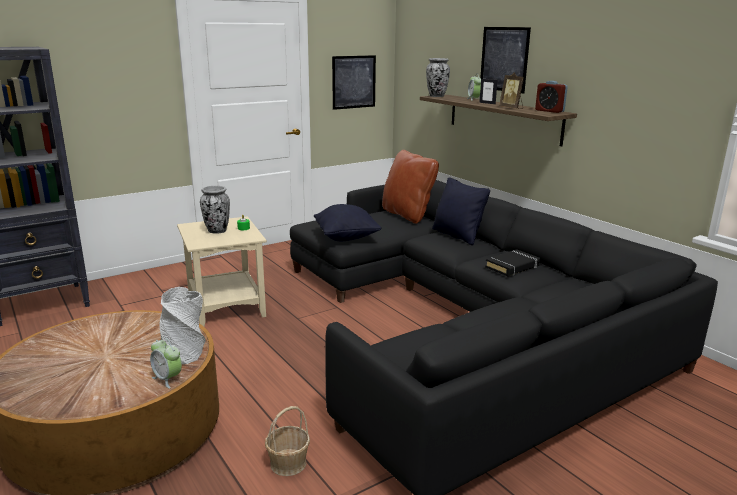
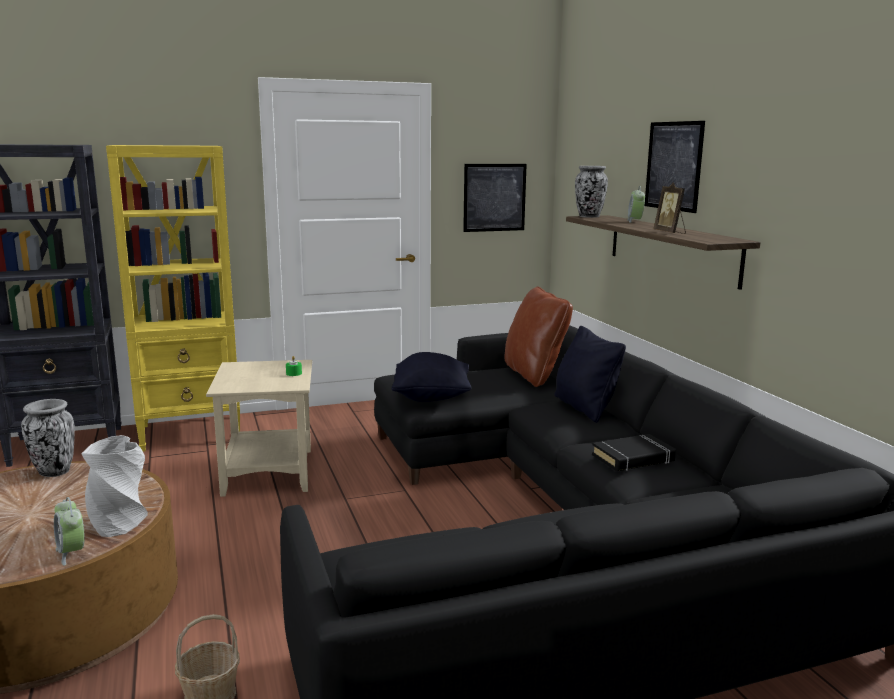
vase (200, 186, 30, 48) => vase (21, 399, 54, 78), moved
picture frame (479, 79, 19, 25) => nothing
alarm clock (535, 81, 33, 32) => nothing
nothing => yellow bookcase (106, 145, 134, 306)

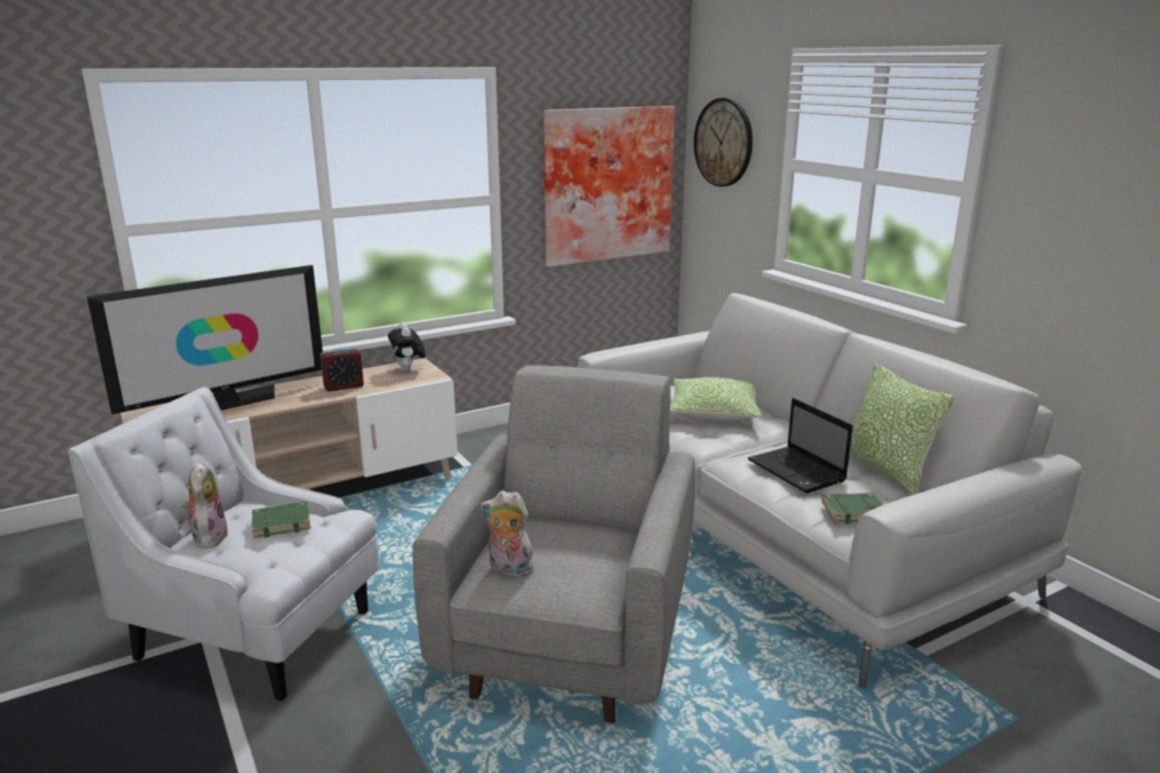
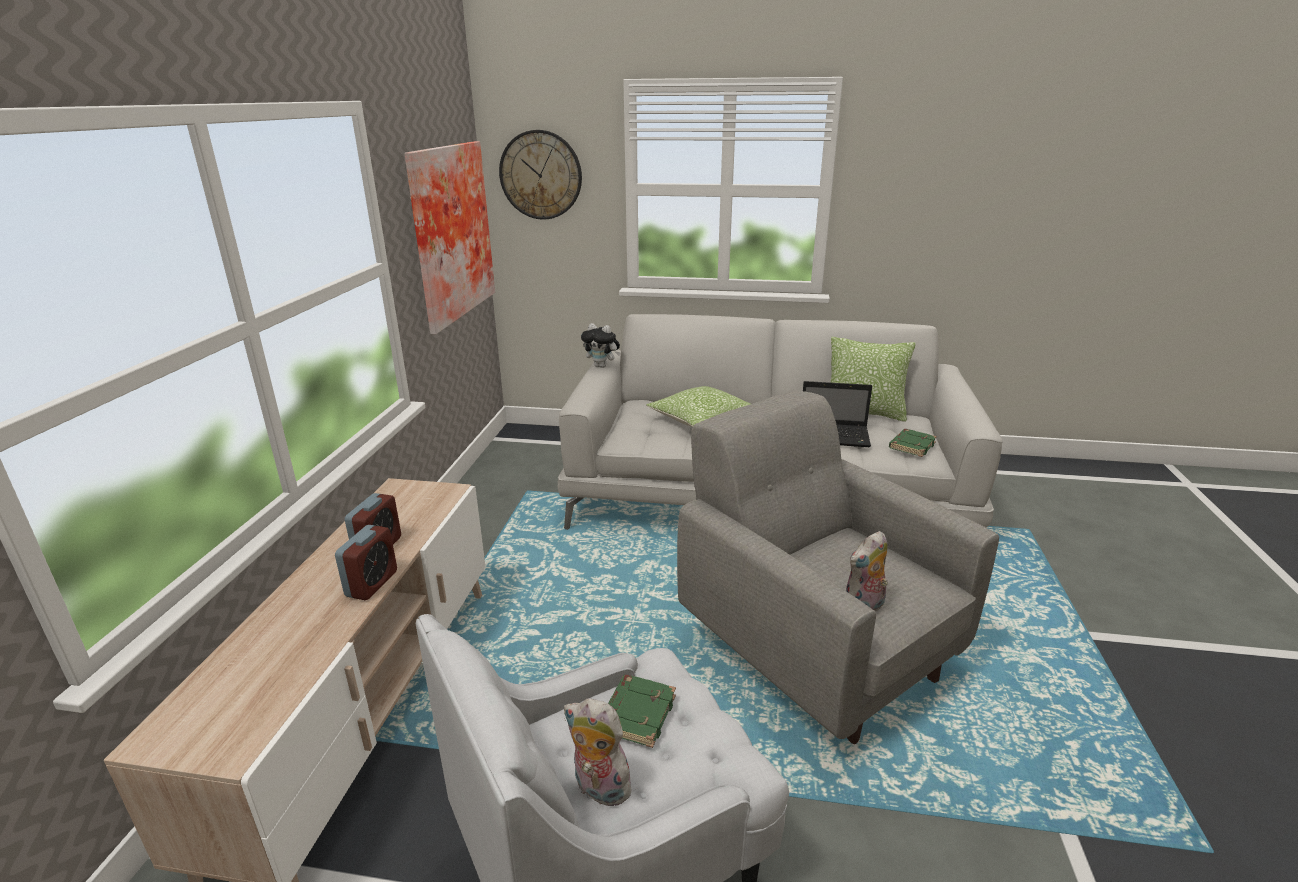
television (87, 265, 236, 149) => nothing
plush toy (388, 322, 38, 50) => plush toy (581, 323, 39, 45), moved
nothing => alarm clock (335, 525, 62, 75)

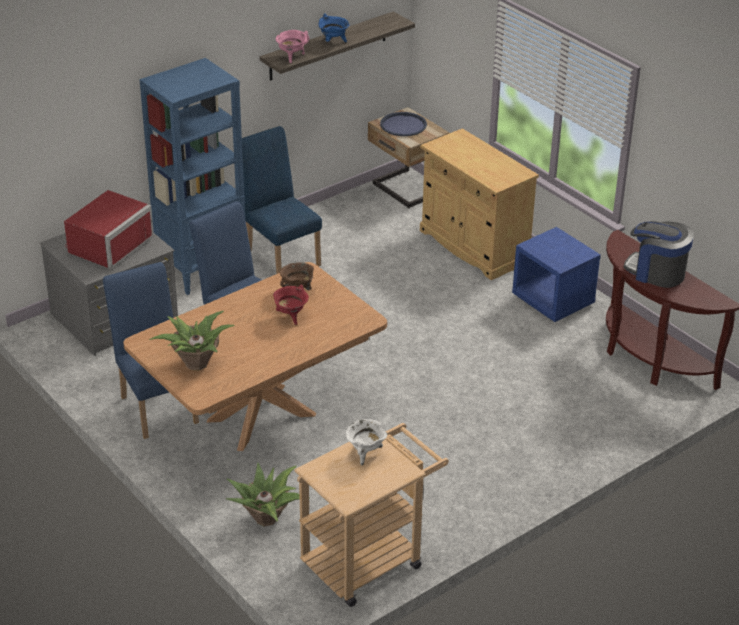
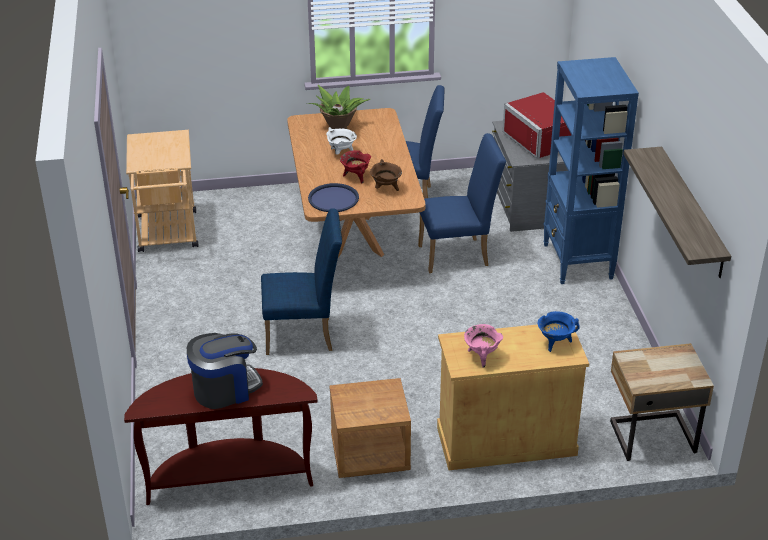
potted plant (226, 463, 84, 63) => nothing
blue chair (242, 126, 80, 148) => blue chair (261, 208, 81, 147), moved
pink cooking pot (276, 30, 33, 33) => pink cooking pot (464, 324, 39, 44), moved
blue cooking pot (319, 13, 31, 29) => blue cooking pot (538, 311, 42, 41), moved
white cooking pot (346, 419, 41, 46) => white cooking pot (326, 127, 31, 28), moved
blue tray (380, 112, 47, 24) => blue tray (308, 183, 51, 29), moved
blue nightstand (512, 227, 89, 95) => brown nightstand (329, 378, 82, 100)

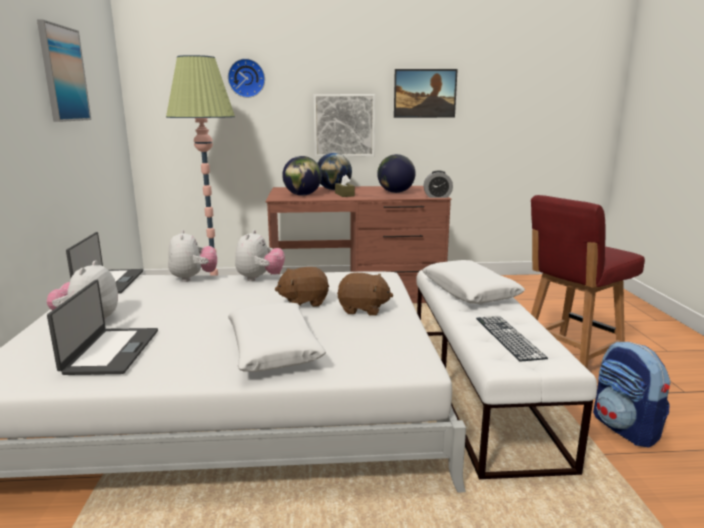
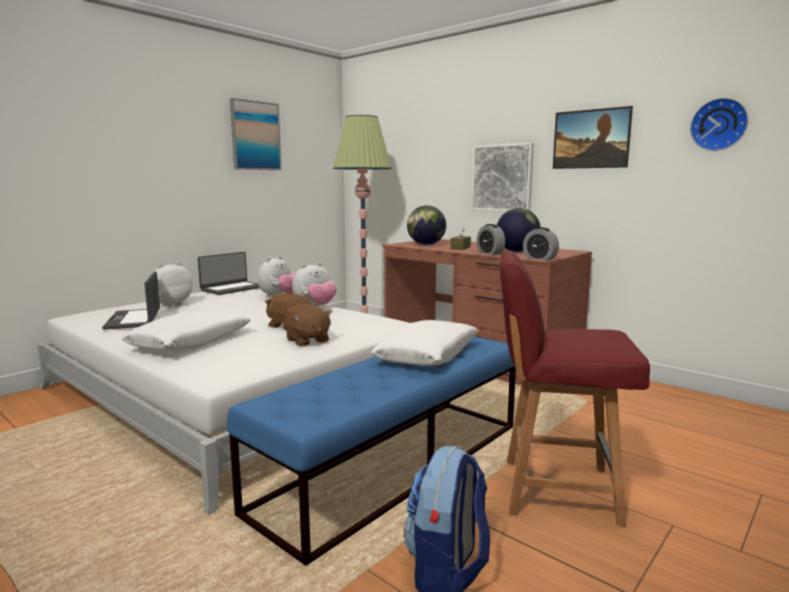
laptop (47, 280, 111, 95) => laptop (102, 272, 58, 58), 120 degrees clockwise
wall clock (228, 58, 37, 40) => wall clock (690, 98, 59, 53), moved
globe (317, 153, 35, 37) => nothing
white bench (416, 270, 181, 209) => blue bench (227, 336, 289, 230)
keyboard (476, 316, 72, 46) => nothing
nothing => alarm clock (477, 224, 28, 31)

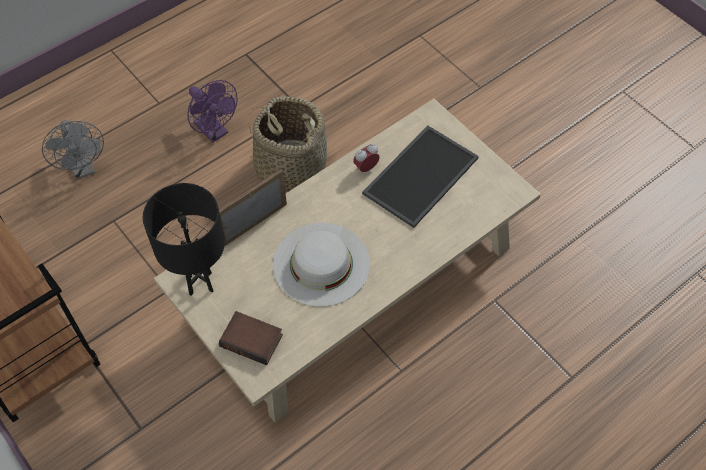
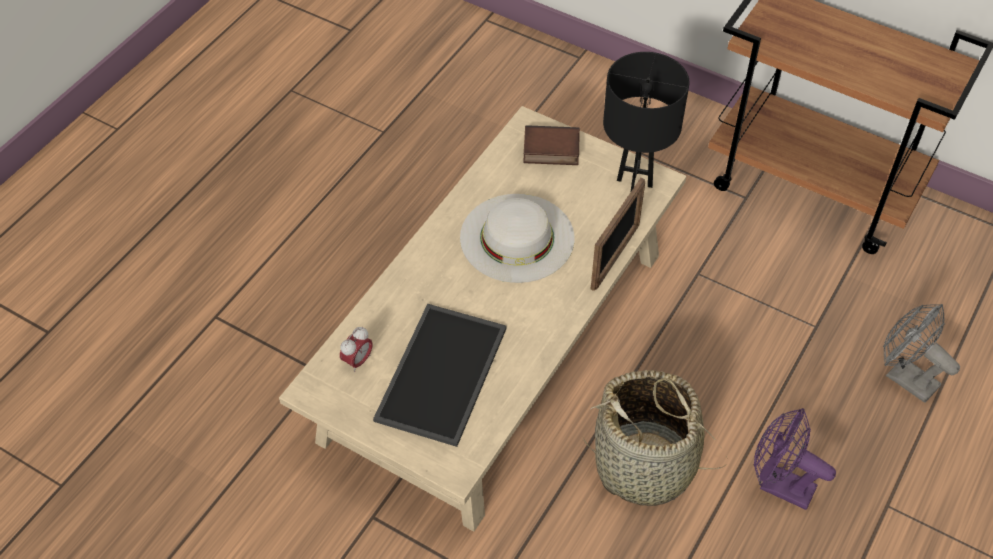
alarm clock (353, 144, 27, 28) => alarm clock (340, 327, 33, 45), moved

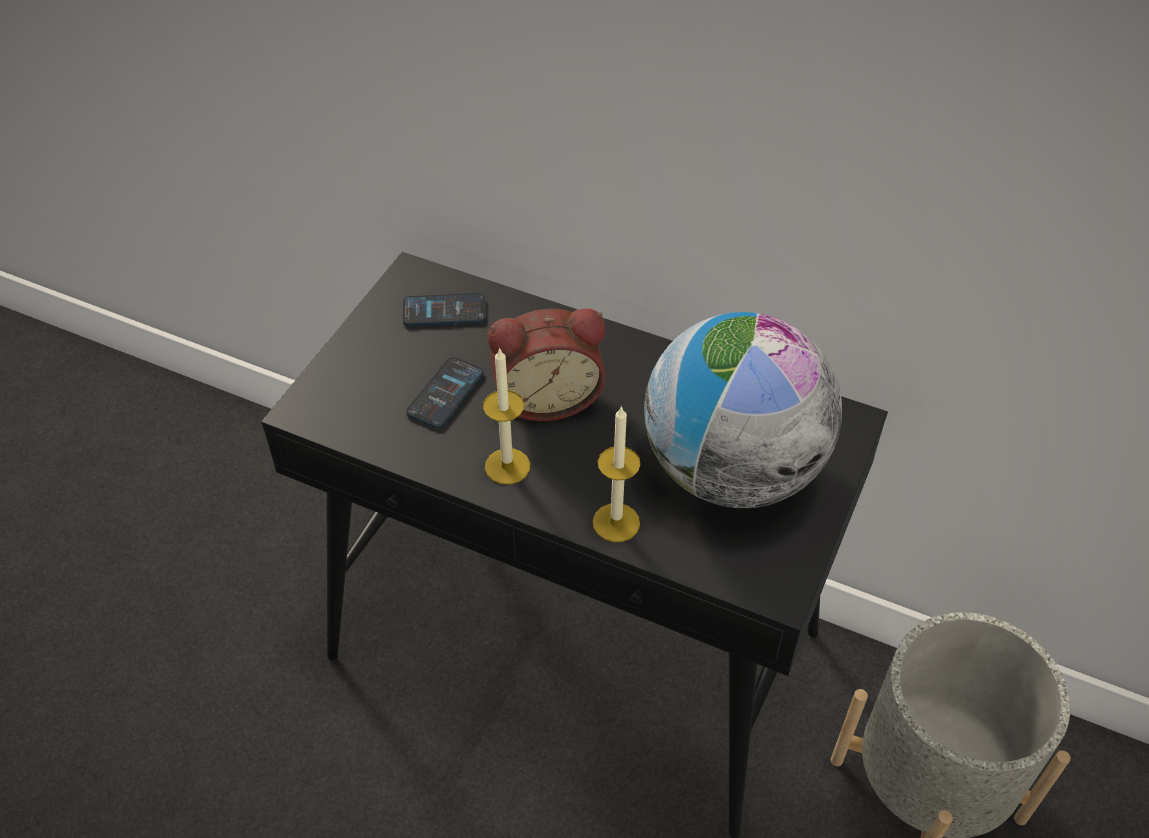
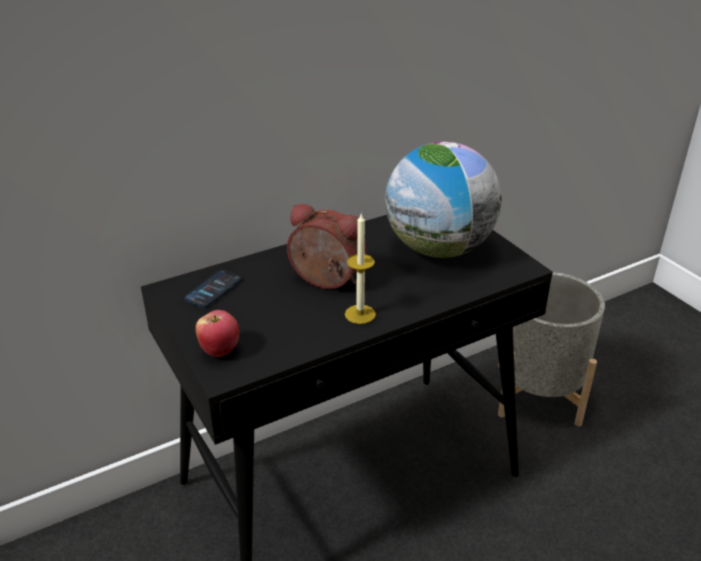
phone (406, 357, 78, 71) => nothing
alarm clock (488, 308, 118, 113) => alarm clock (287, 204, 79, 85), 90 degrees counterclockwise
candle (593, 406, 47, 136) => nothing
nothing => apple (195, 310, 44, 47)

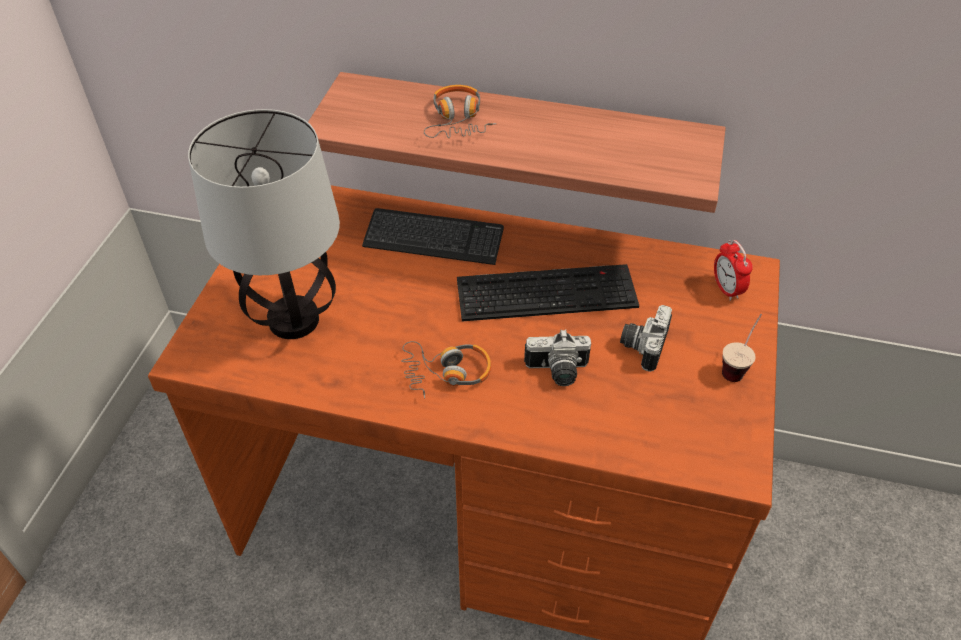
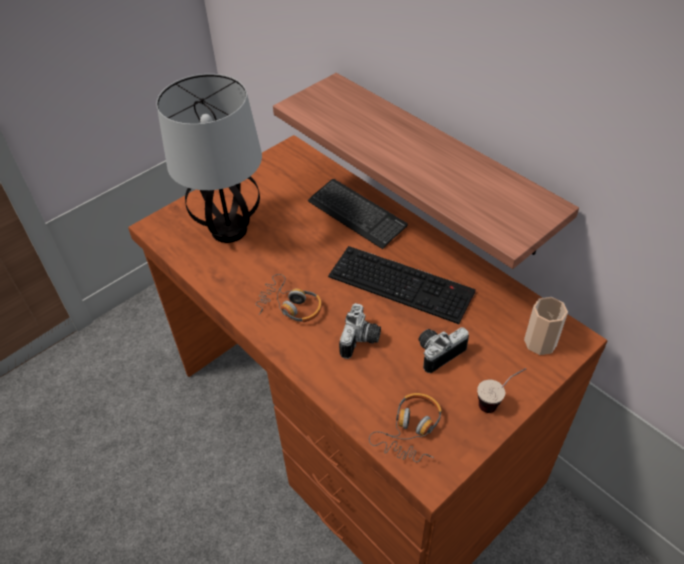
headphones (424, 85, 73, 53) => headphones (369, 393, 73, 69), moved
photo camera (524, 329, 67, 57) => photo camera (339, 303, 42, 56), 105 degrees counterclockwise
alarm clock (714, 240, 39, 61) => cup (524, 297, 44, 58)

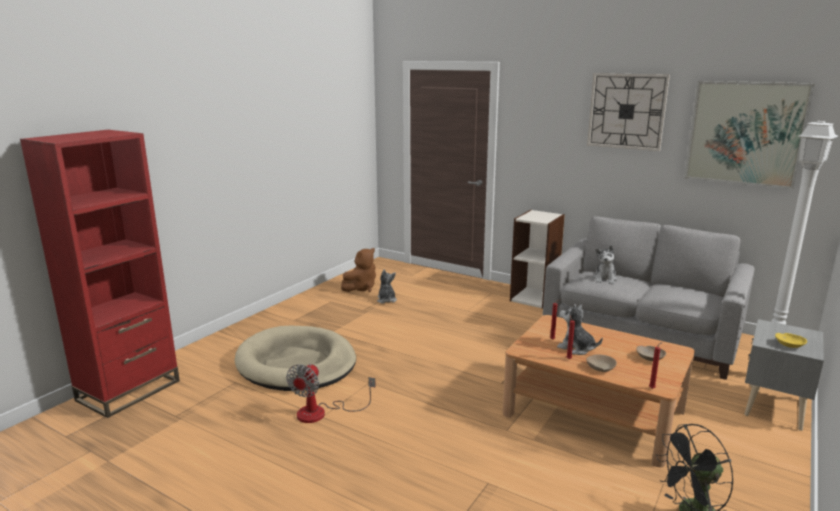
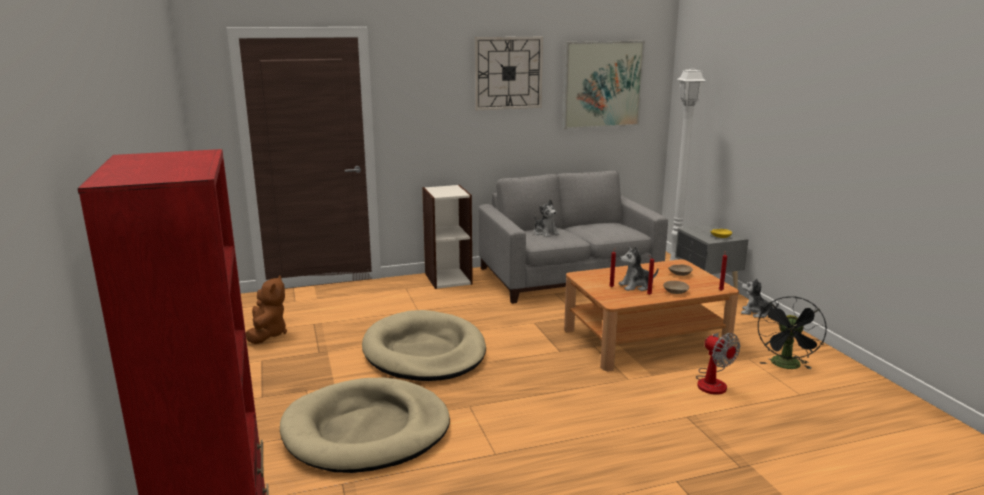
fan (286, 363, 90, 60) => fan (696, 333, 44, 62), moved
plush toy (377, 270, 20, 34) => plush toy (741, 278, 38, 40), moved
nothing => beige dog bed (362, 310, 124, 71)

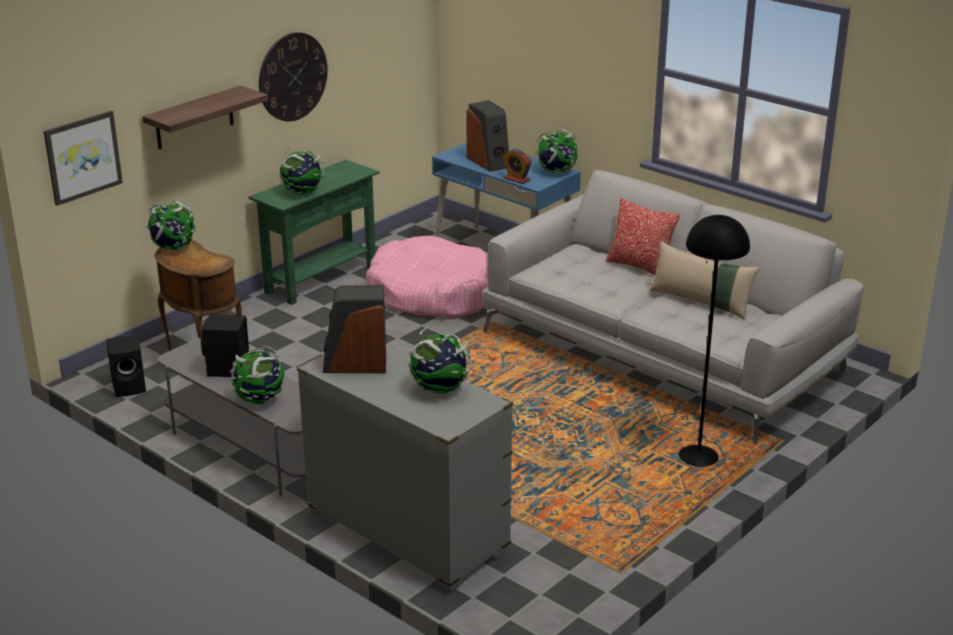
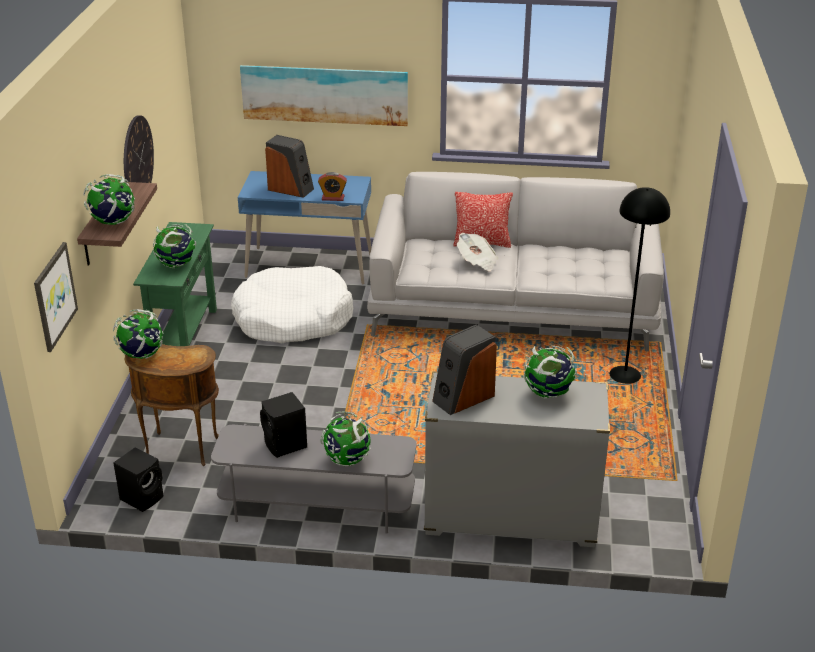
pink dog bed (366, 236, 122, 83) => white dog bed (231, 266, 122, 77)
globe (535, 129, 44, 45) => globe (83, 174, 52, 51), moved
beige pillow (650, 241, 110, 79) => nothing
nothing => picture (240, 65, 168, 61)
nothing => newspaper (457, 233, 41, 38)

